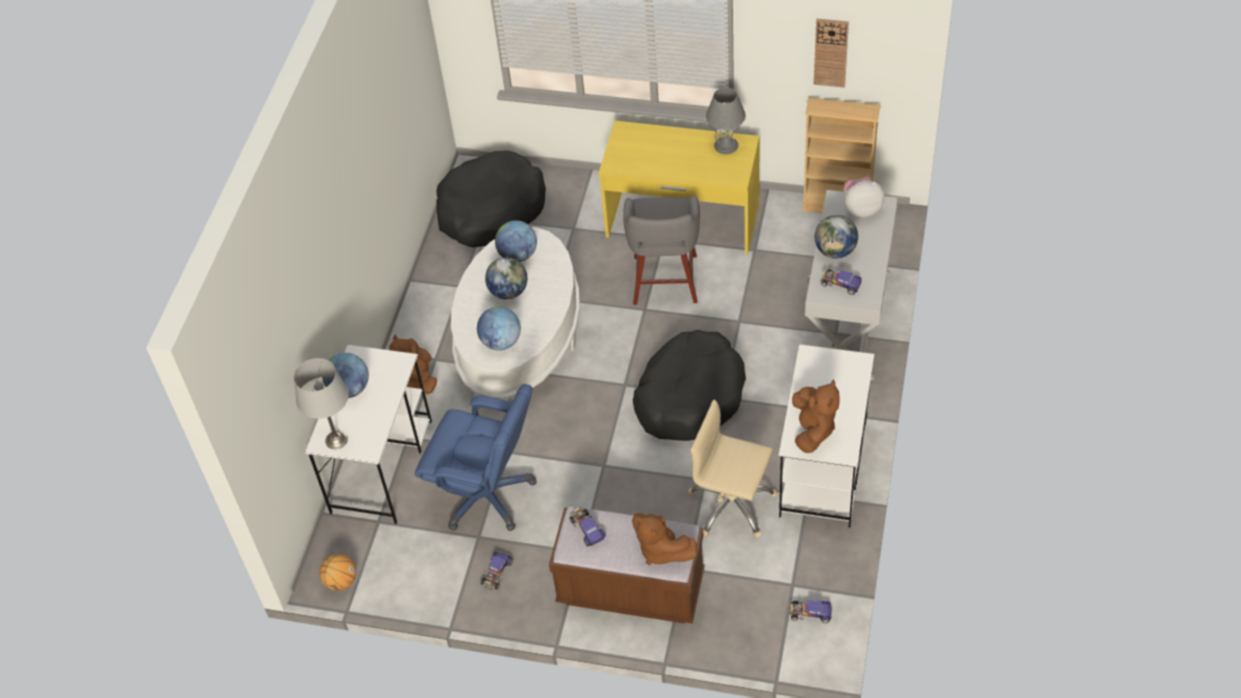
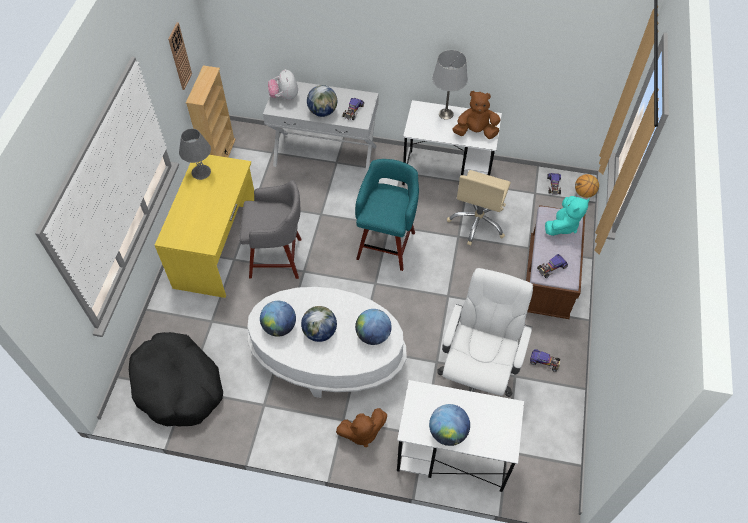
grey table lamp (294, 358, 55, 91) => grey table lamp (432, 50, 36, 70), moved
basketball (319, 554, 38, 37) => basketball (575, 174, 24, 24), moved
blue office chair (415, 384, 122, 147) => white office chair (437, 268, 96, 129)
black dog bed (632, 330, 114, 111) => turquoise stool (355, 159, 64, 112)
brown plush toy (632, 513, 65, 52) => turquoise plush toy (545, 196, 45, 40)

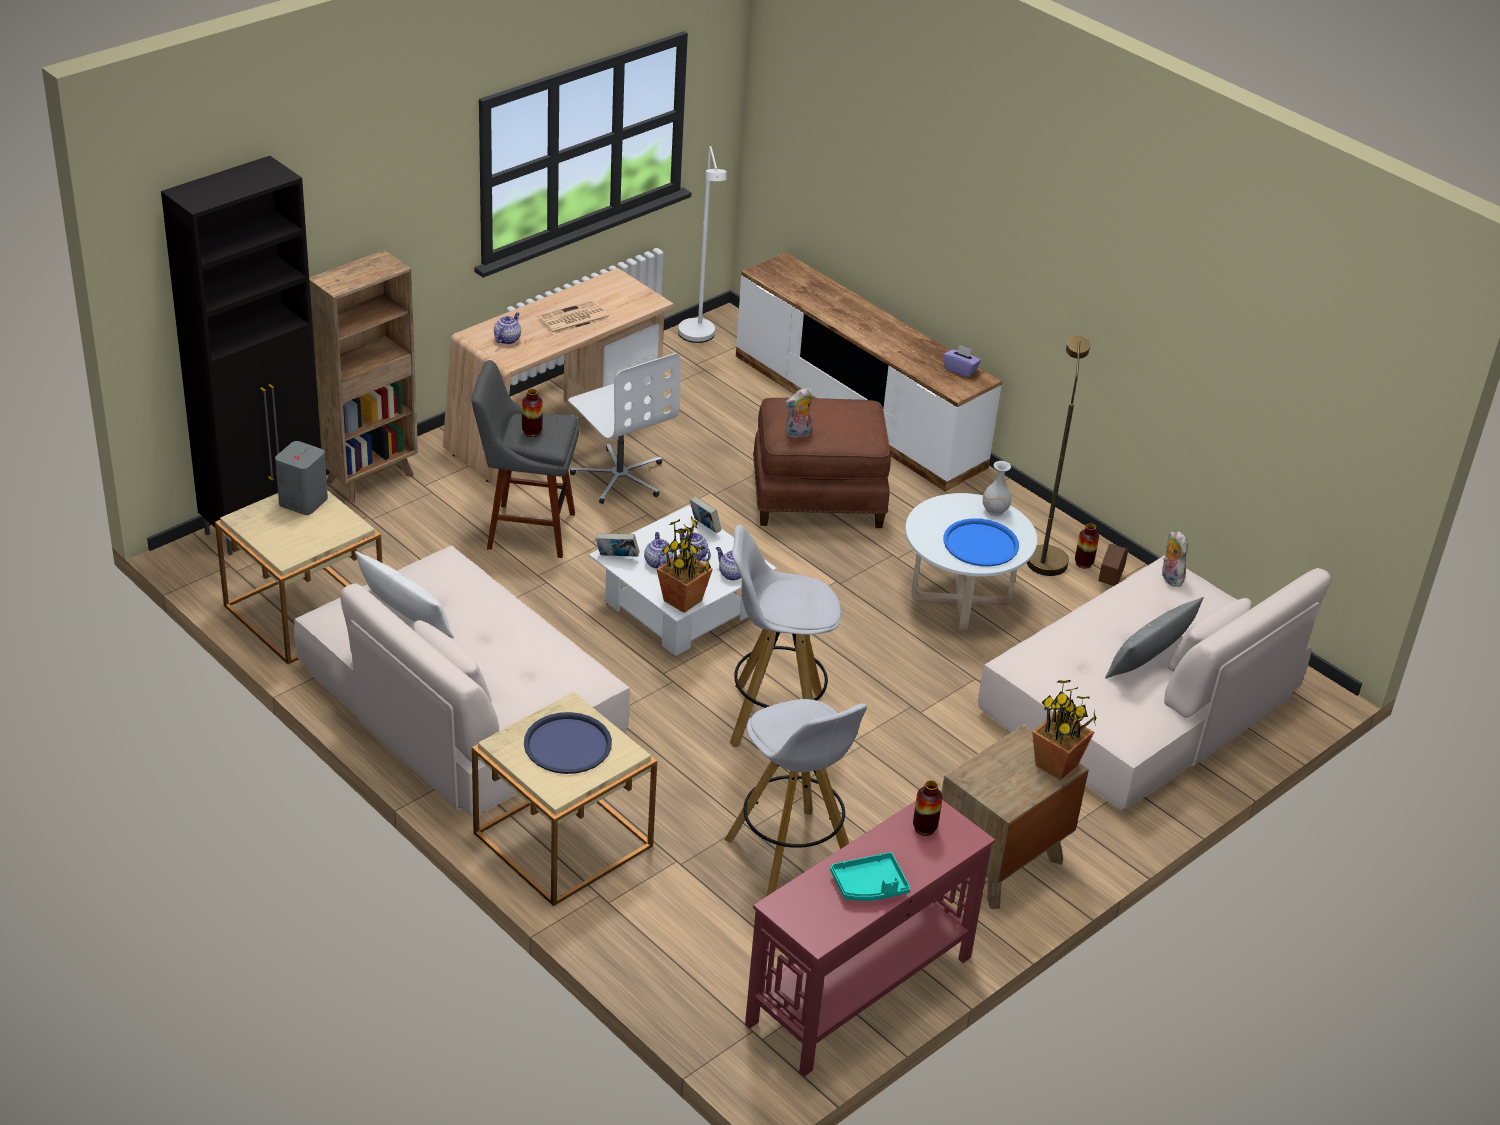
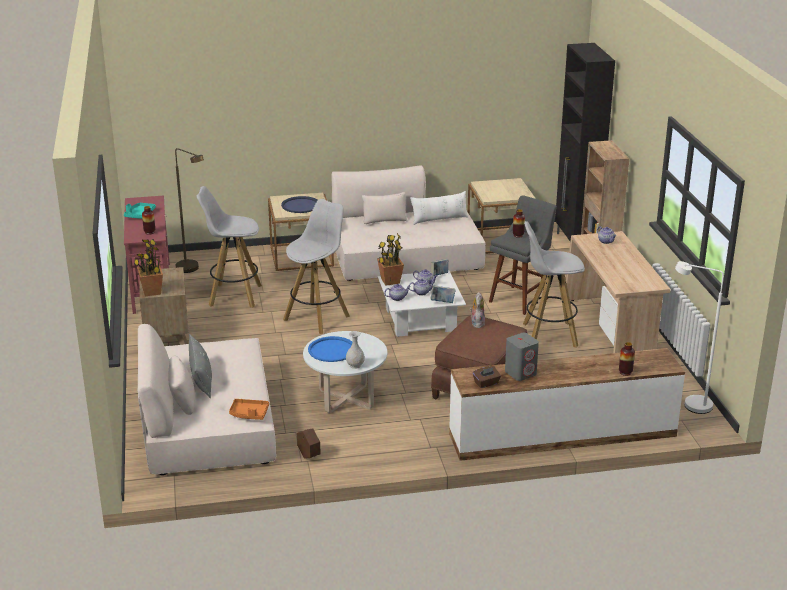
grey speaker (275, 441, 53, 74) => grey speaker (505, 333, 34, 48), moved
newspaper (537, 300, 73, 35) => nothing
white office chair (568, 353, 113, 151) => white stool (523, 221, 62, 127)
purple tissue box (943, 344, 38, 33) => brown tissue box (473, 366, 28, 22)
brown floor lamp (1027, 335, 63, 241) => brown floor lamp (175, 148, 29, 125), moved
vase (1075, 523, 24, 46) => vase (619, 342, 16, 34), moved
plush toy (1161, 531, 27, 56) => orange tray (229, 399, 40, 21)

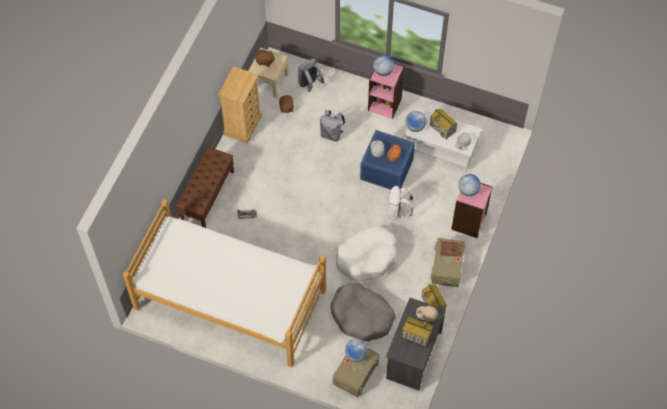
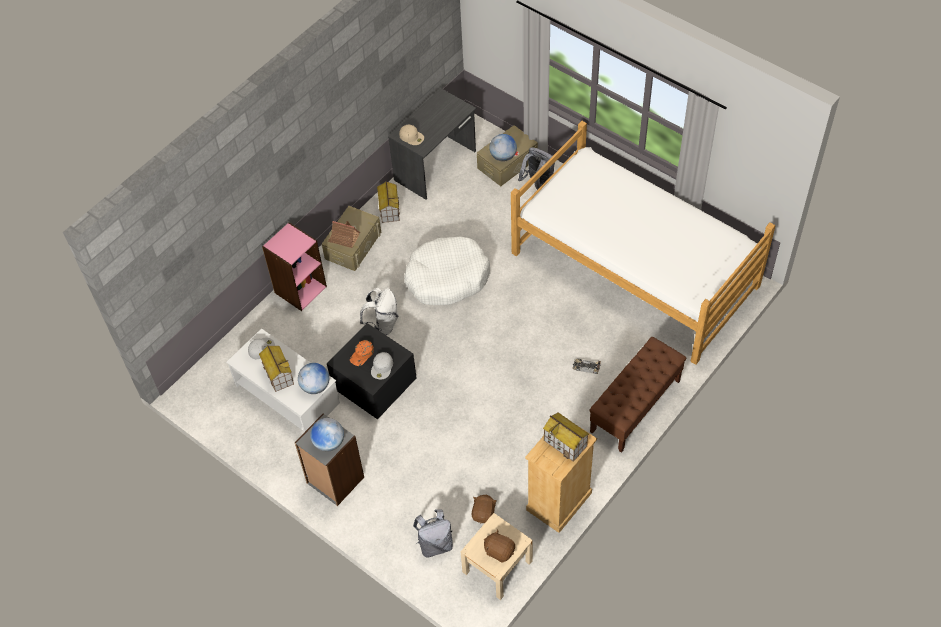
grey backpack (320, 110, 25, 31) => grey backpack (518, 148, 37, 42), moved
grey dog bed (330, 283, 65, 58) => nothing
blue storage box (360, 130, 55, 60) => black storage box (327, 323, 90, 96)
pink bookcase (368, 64, 36, 55) => grey bookcase (295, 413, 69, 93)
toy house (402, 317, 31, 29) => toy house (543, 412, 46, 50), moved
globe (458, 174, 23, 22) => nothing

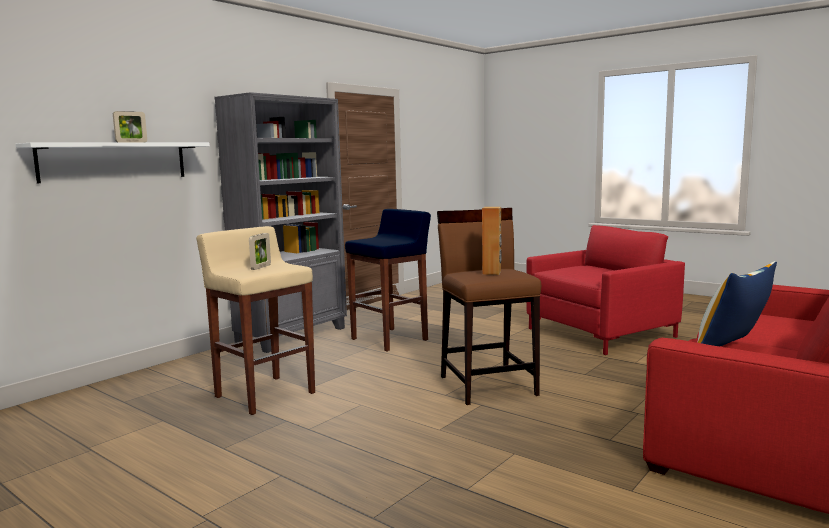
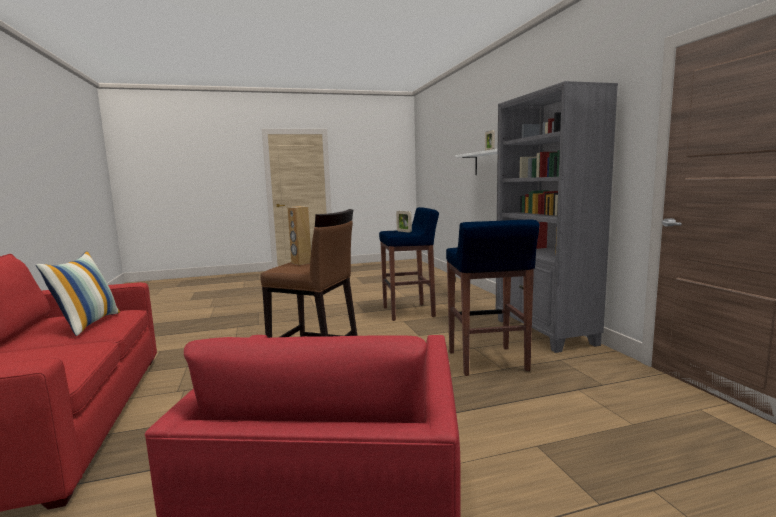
beige stool (196, 226, 119, 189) => blue stool (379, 207, 60, 114)

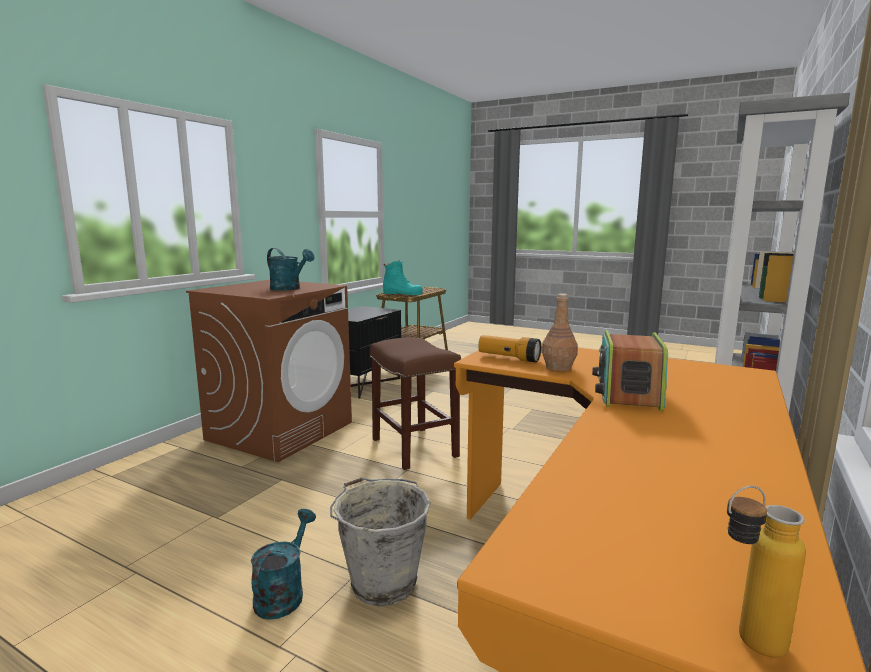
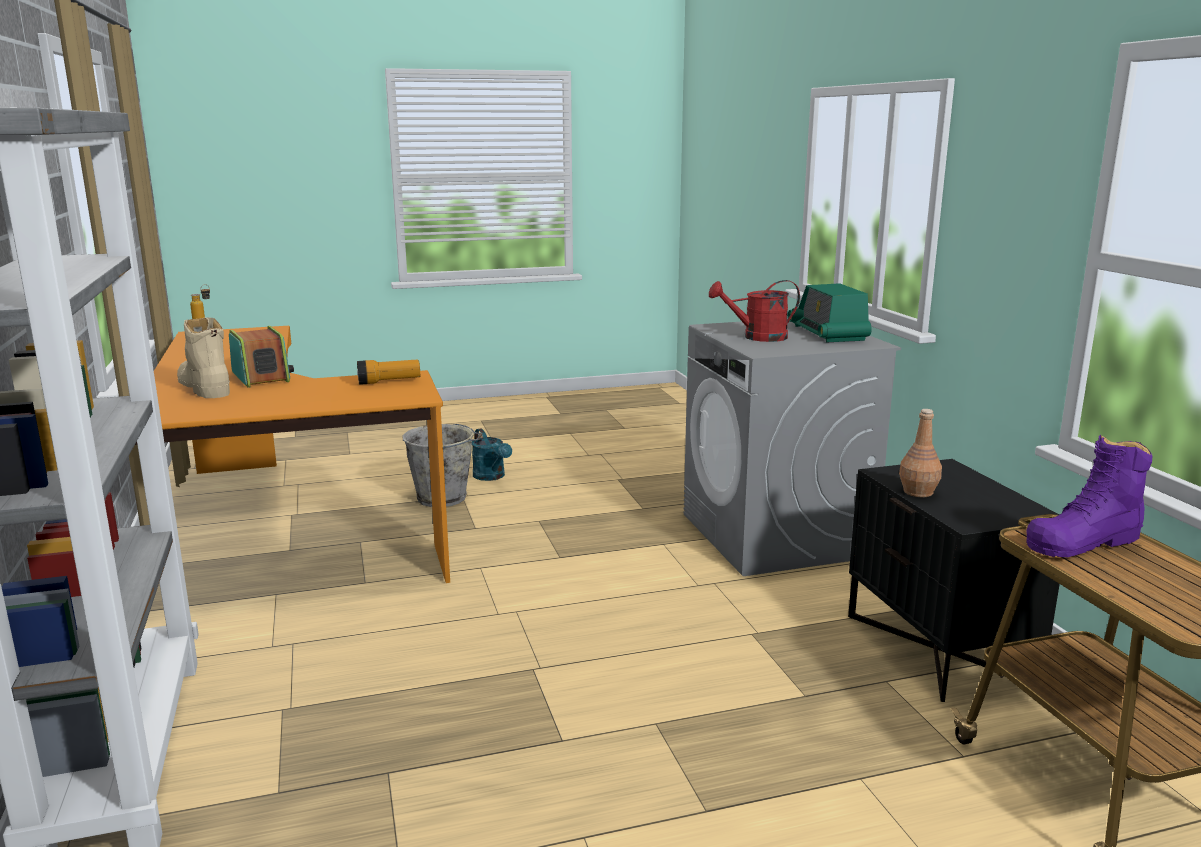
brown washing machine (186, 280, 166, 182) => grey washing machine (684, 322, 217, 254)
turquoise watering can (267, 248, 47, 42) => red watering can (709, 280, 91, 62)
brown stool (370, 337, 91, 133) => nothing
turquoise boot (383, 261, 40, 34) => purple boot (1026, 435, 127, 122)
brown bottle (542, 294, 36, 77) => brown bottle (899, 409, 43, 88), moved
nothing => beige boot (177, 317, 53, 81)
nothing => radio (788, 283, 84, 59)

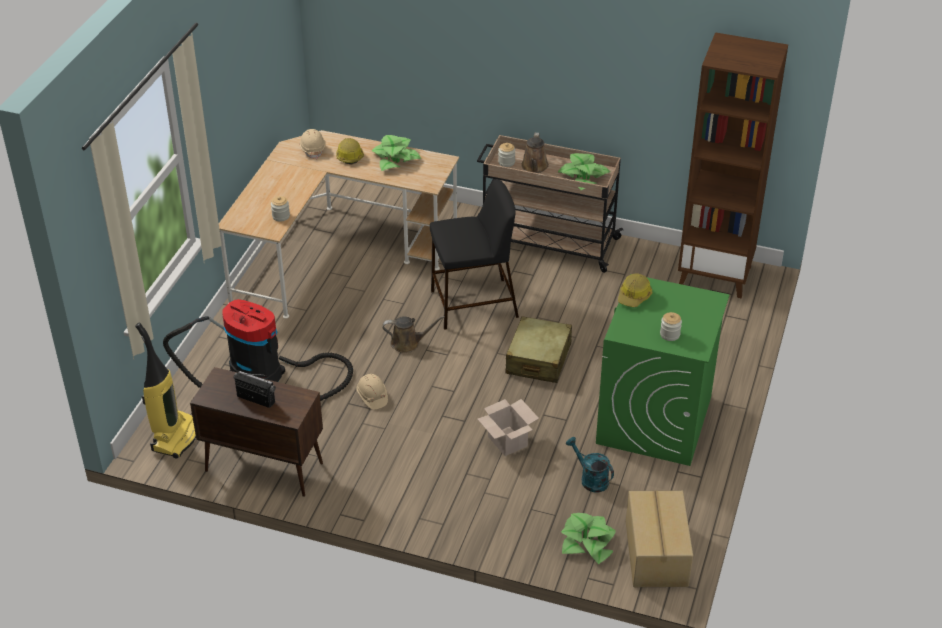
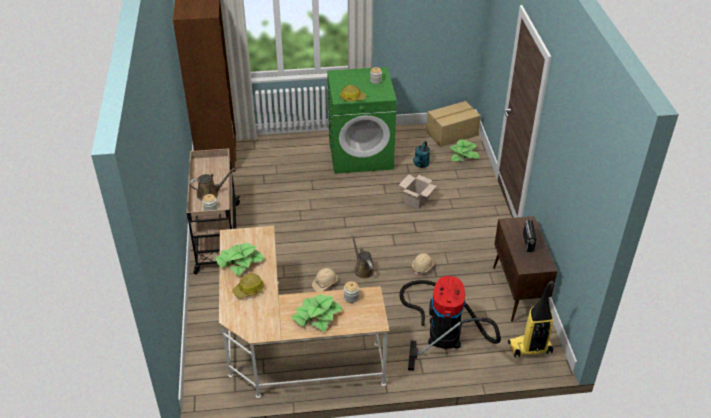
beige hard hat (299, 129, 27, 30) => beige hard hat (312, 268, 25, 24), moved
black stool (430, 179, 89, 151) => nothing
beige suitcase (506, 316, 66, 67) => nothing
potted plant (558, 153, 52, 37) => potted plant (291, 294, 52, 38), moved

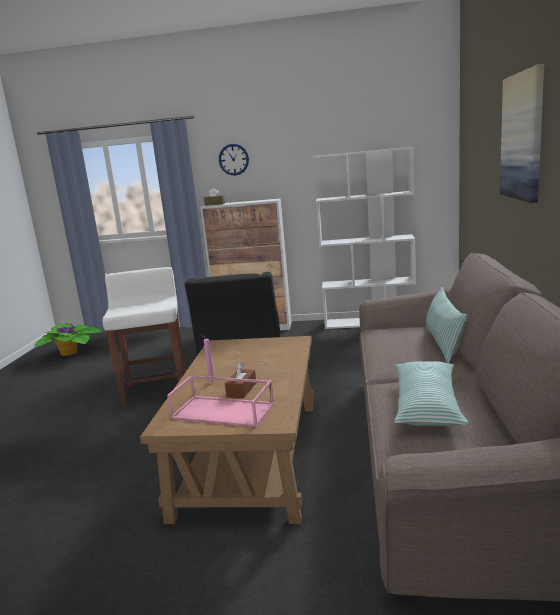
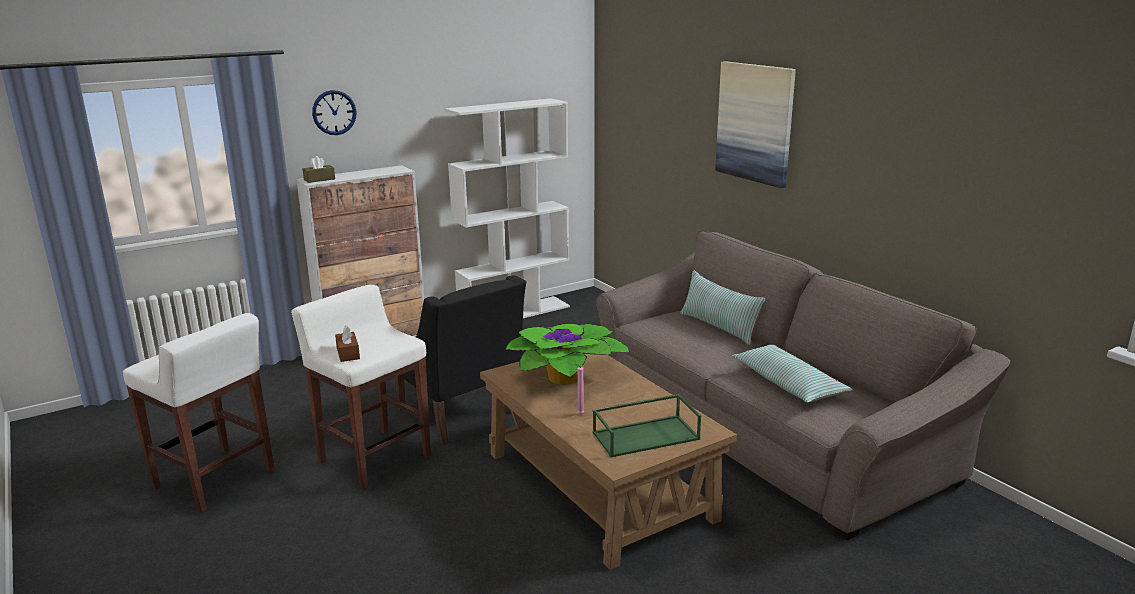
potted plant (35, 324, 67, 32) => potted plant (505, 324, 125, 61), moved
pink tray (167, 375, 108, 52) => green tray (593, 394, 108, 63)
brown tissue box (225, 362, 31, 36) => brown tissue box (335, 325, 25, 37), moved
nothing => white stool (122, 313, 153, 200)

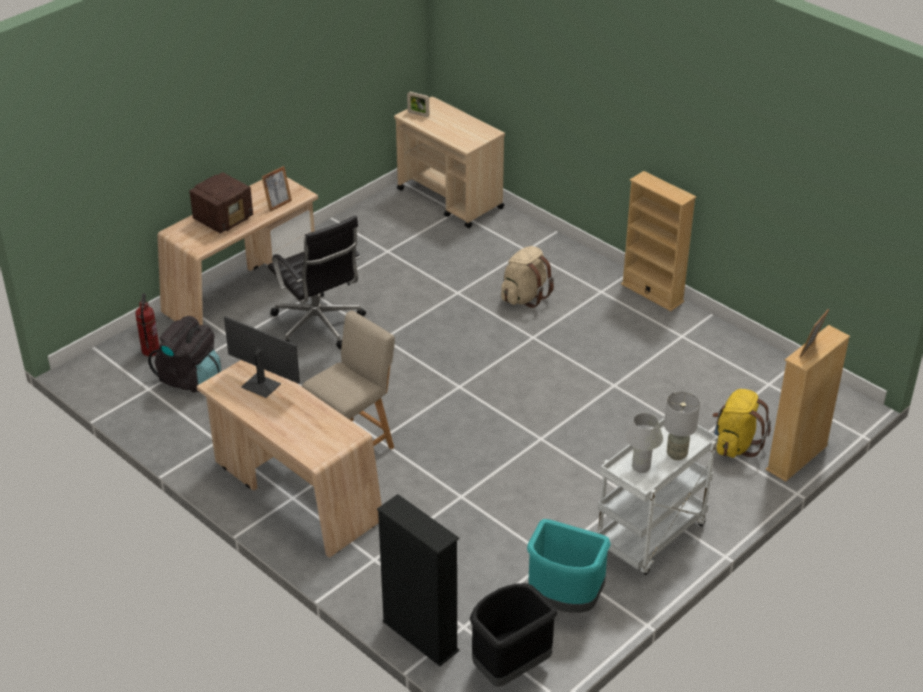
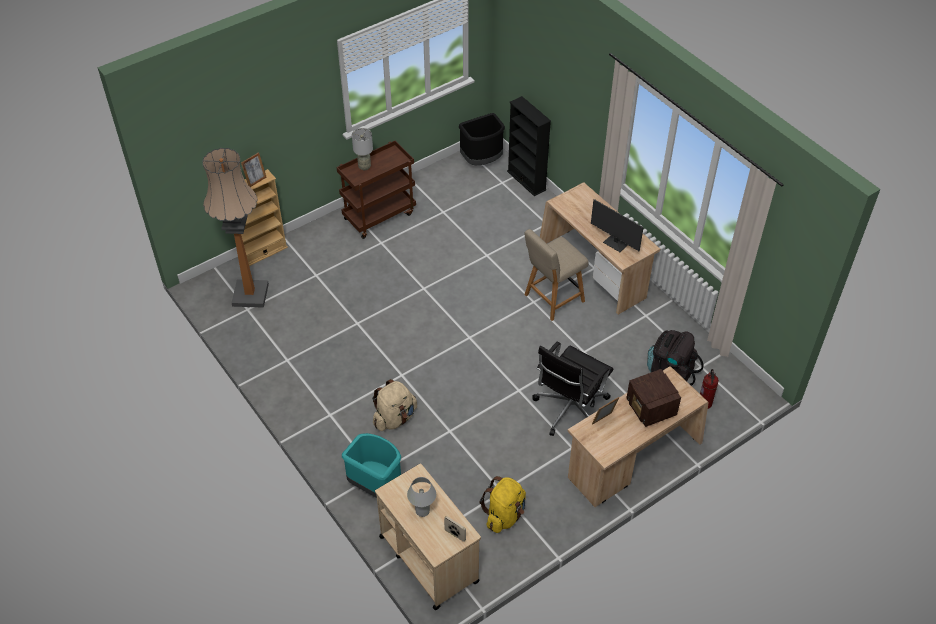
radio (189, 172, 64, 62) => radio (627, 369, 54, 58), 75 degrees counterclockwise
black office chair (268, 216, 98, 133) => black office chair (532, 342, 81, 94), 120 degrees counterclockwise
turquoise trash can (527, 519, 84, 94) => turquoise trash can (342, 433, 59, 65), moved
white cart (598, 416, 120, 159) => brown cart (337, 141, 79, 98)
beige bookcase (621, 171, 75, 140) => nothing
white table lamp (625, 413, 38, 60) => white table lamp (407, 477, 29, 40), moved
yellow backpack (713, 389, 58, 69) => yellow backpack (480, 476, 46, 57), moved
nothing => floor lamp (202, 148, 67, 160)

